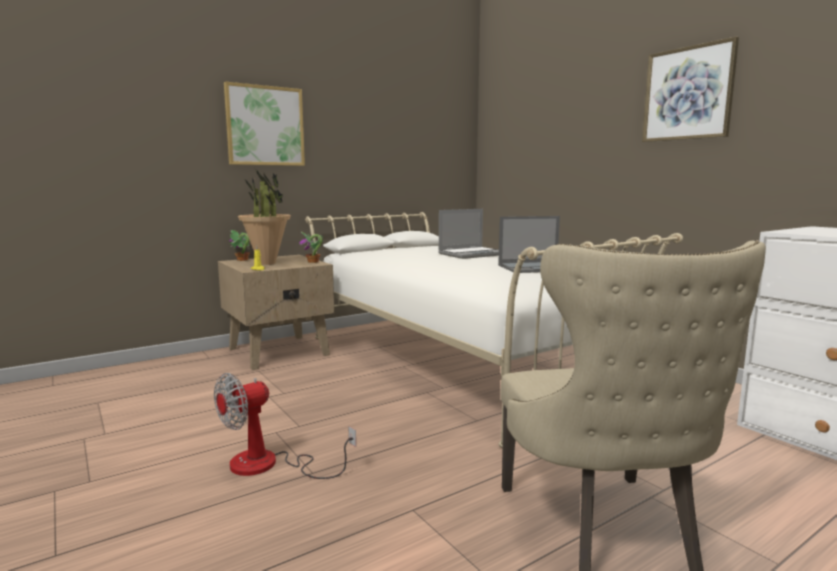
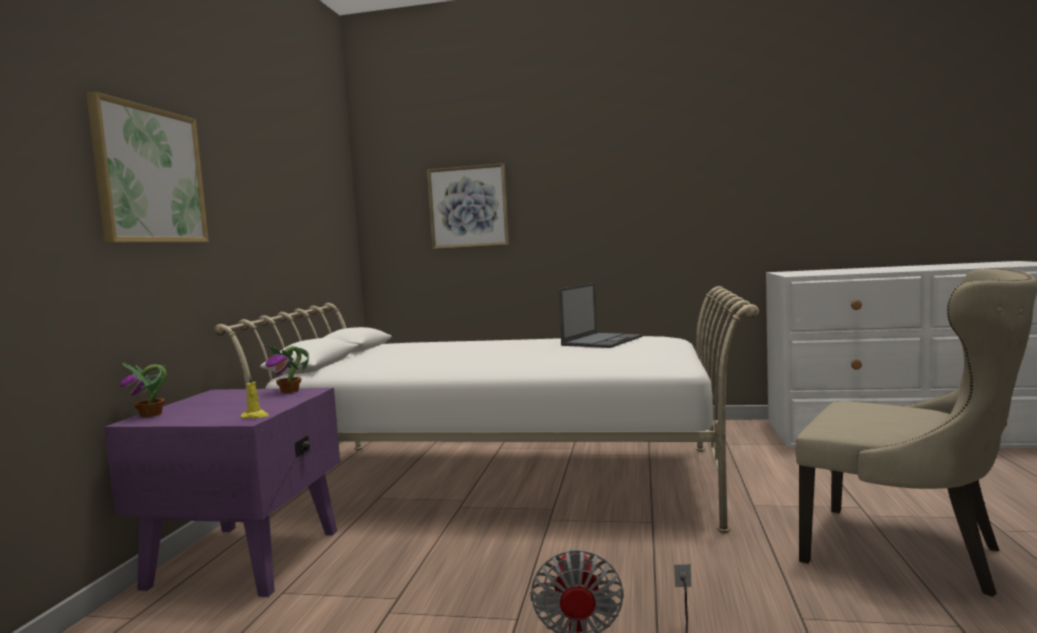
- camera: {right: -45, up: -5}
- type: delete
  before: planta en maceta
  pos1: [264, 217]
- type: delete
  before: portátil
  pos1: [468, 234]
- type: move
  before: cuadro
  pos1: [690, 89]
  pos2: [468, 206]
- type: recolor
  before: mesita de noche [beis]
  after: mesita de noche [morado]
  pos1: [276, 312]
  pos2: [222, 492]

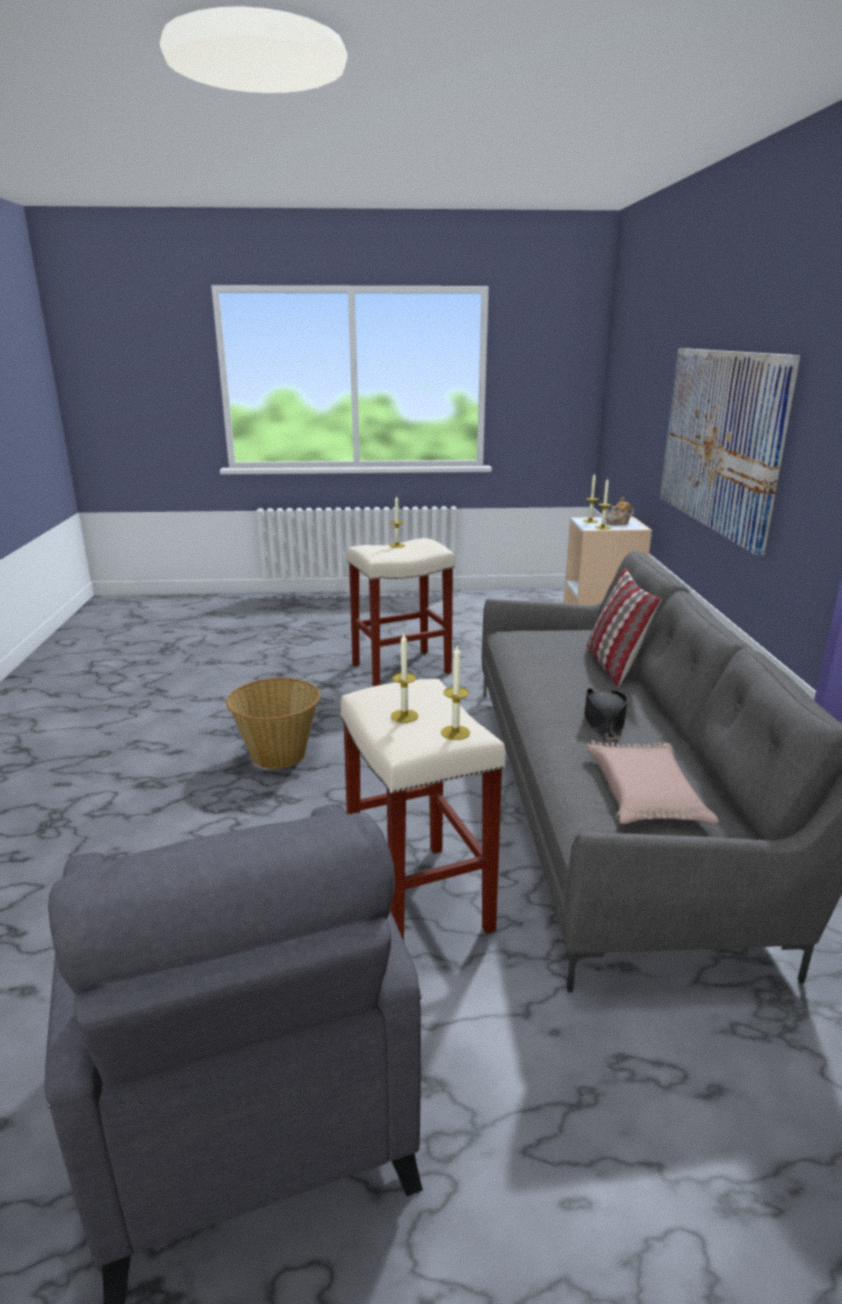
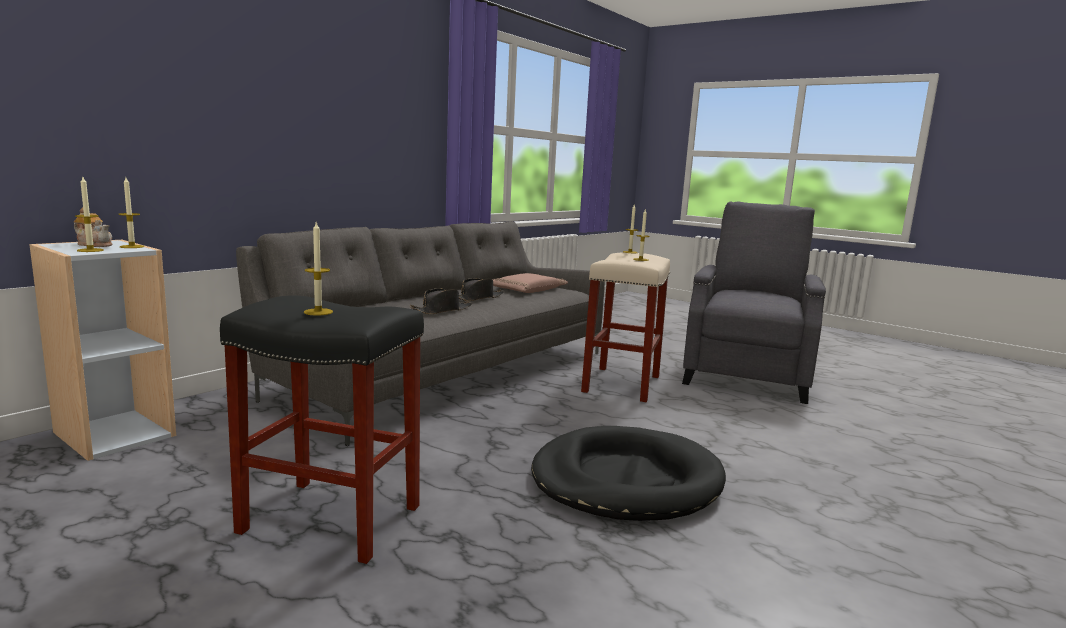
- camera: {right: -140, up: -10}
- type: delete
  before: cojín
  pos1: [623, 627]
- type: delete
  before: cuadro
  pos1: [730, 451]
- type: insert
  after: sombrero [negro]
  pos2: [441, 301]
- type: replace
  before: cesta
  after: cama para perro [negro]
  pos1: [273, 723]
  pos2: [628, 473]
- type: recolor
  before: taburete [beis]
  after: taburete [negro]
  pos1: [401, 612]
  pos2: [322, 429]

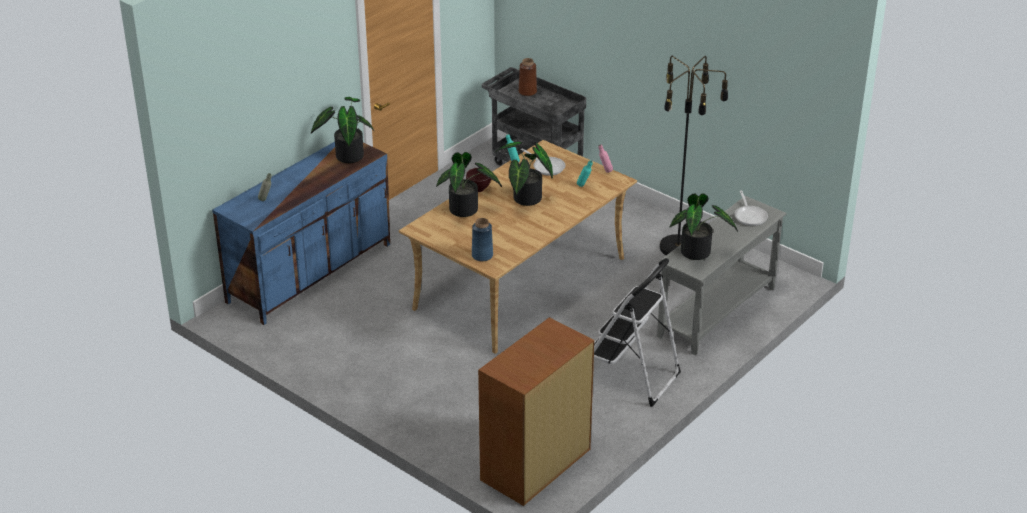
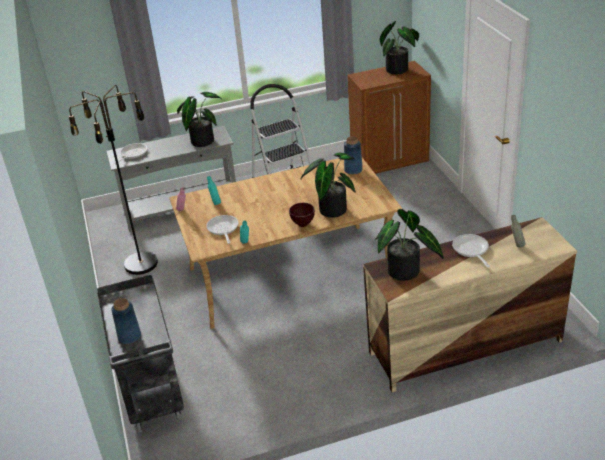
- camera: {right: -145, up: 0}
- type: insert
  after: sartén
  pos2: [471, 250]
- type: move
  before: planta en maceta
  pos1: [524, 174]
  pos2: [399, 47]
- type: recolor
  before: armario [azul]
  after: armario [beis]
  pos1: [301, 233]
  pos2: [470, 304]
- type: recolor
  before: florero [marrón]
  after: florero [azul]
  pos1: [528, 77]
  pos2: [126, 321]

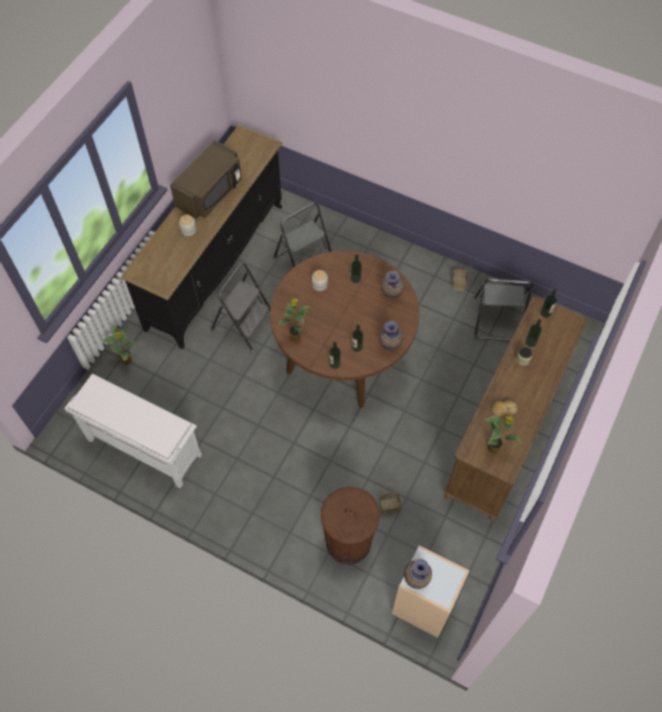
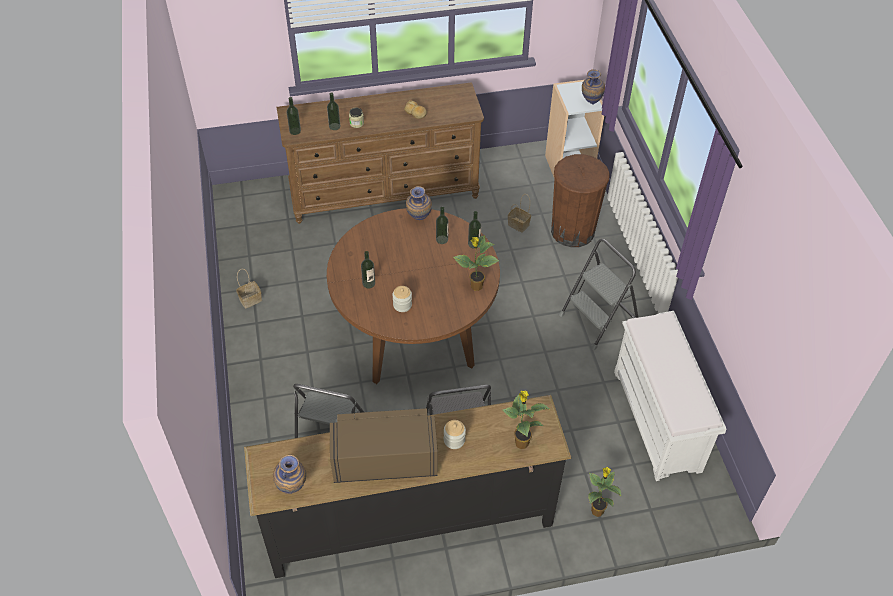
- camera: {right: -130, up: -10}
- type: move
  before: florero
  pos1: [392, 284]
  pos2: [289, 474]
- type: move
  before: escalera de tijera [gris]
  pos1: [503, 310]
  pos2: [598, 294]
- type: move
  before: planta en maceta
  pos1: [503, 434]
  pos2: [525, 420]

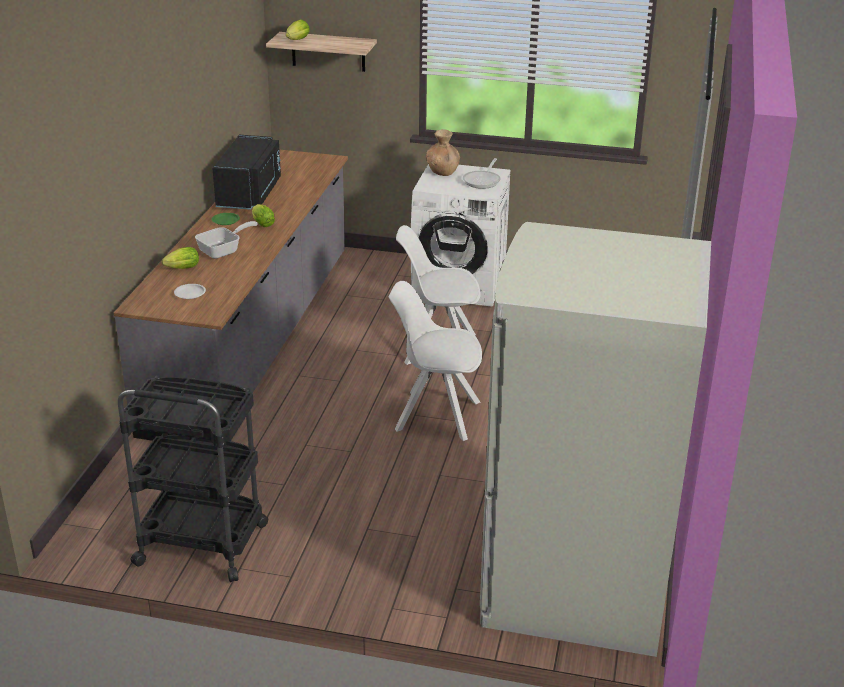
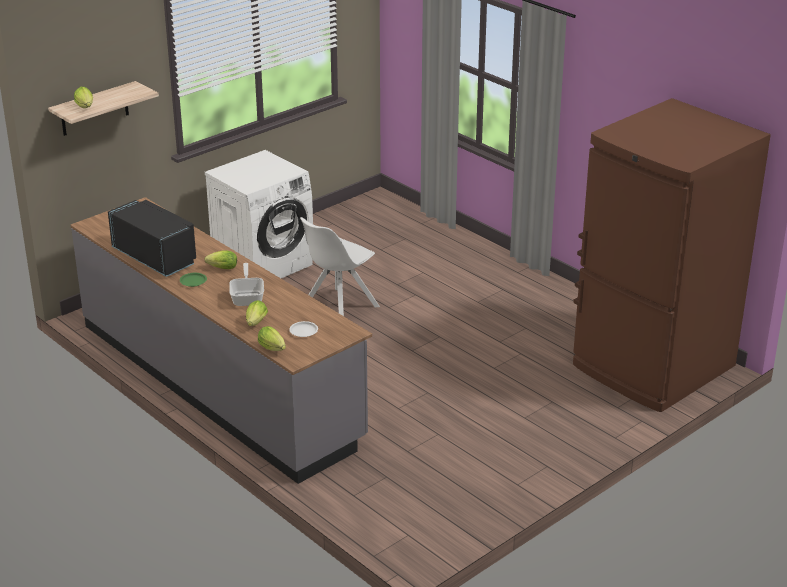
- camera: {right: -55, up: 0}
- type: delete
  before: carrito [negro]
  pos1: [193, 479]
- type: delete
  before: silla [blanco]
  pos1: [435, 361]
- type: delete
  before: florero [marrón]
  pos1: [443, 152]
- type: delete
  before: sartén
  pos1: [482, 173]
- type: insert
  after: lechuga
  pos2: [272, 338]
- type: recolor
  before: nevera [blanco]
  after: nevera [marrón]
  pos1: [595, 439]
  pos2: [672, 255]

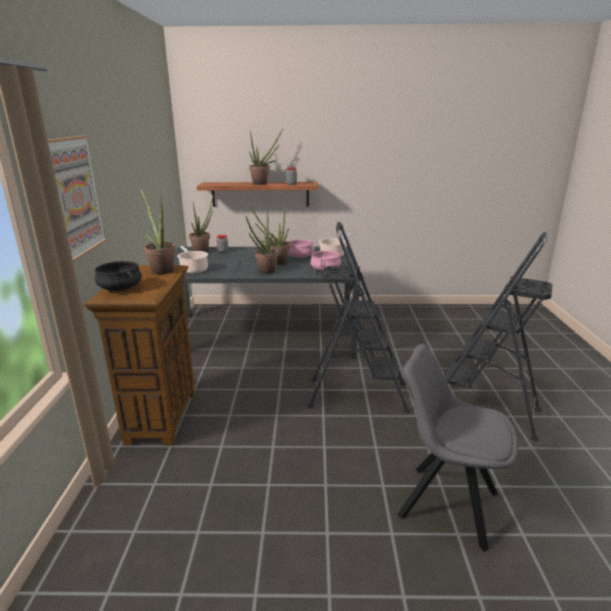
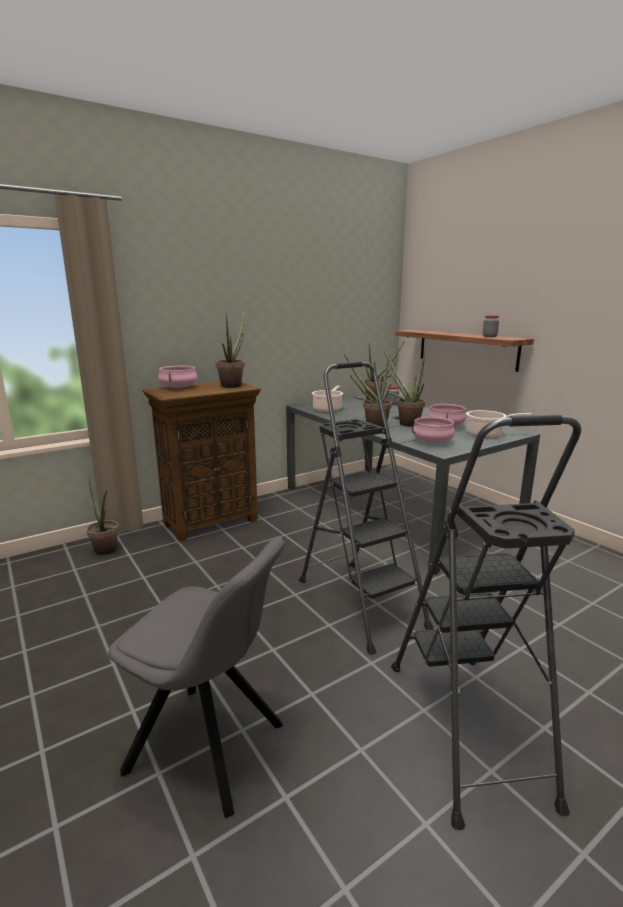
- camera: {right: 55, up: -5}
- type: delete
  before: cuadro
  pos1: [77, 199]
- type: move
  before: planta en maceta
  pos1: [266, 157]
  pos2: [103, 517]
- type: recolor
  before: olla [negro]
  after: olla [rosa]
  pos1: [118, 276]
  pos2: [177, 377]
- type: rotate
  before: silla [gris]
  pos1: [457, 447]
  pos2: [196, 677]
  turn: 120

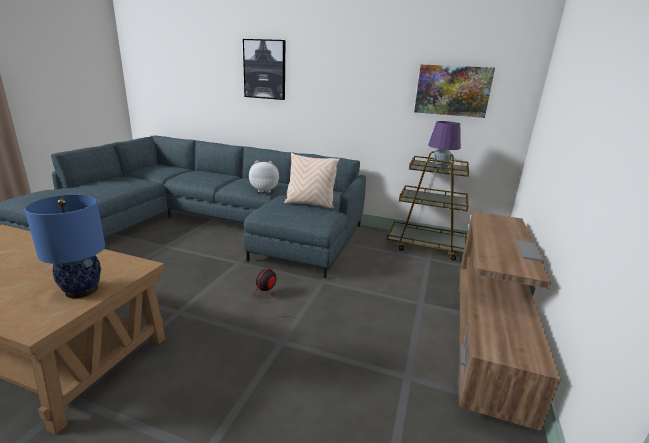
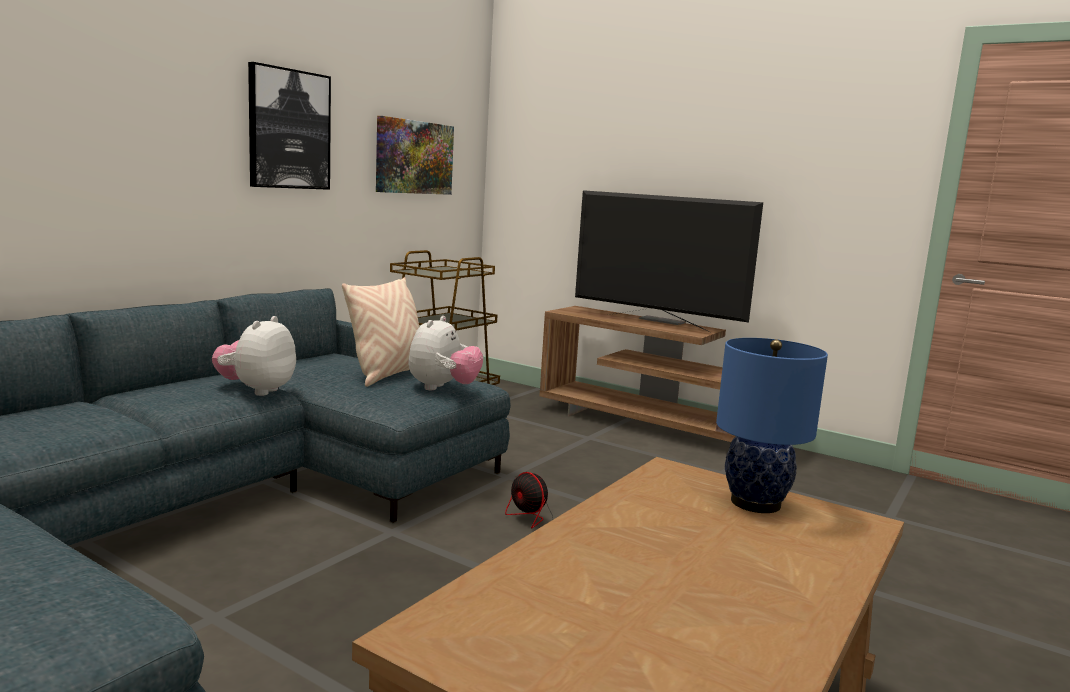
- camera: {right: -75, up: -10}
- type: delete
  before: lámpara de mesa [morado]
  pos1: [444, 146]
- type: insert
  after: peluche
  pos2: [445, 353]
- type: insert
  after: televisor
  pos2: [669, 261]
- type: move
  before: cuadro
  pos1: [264, 69]
  pos2: [289, 126]

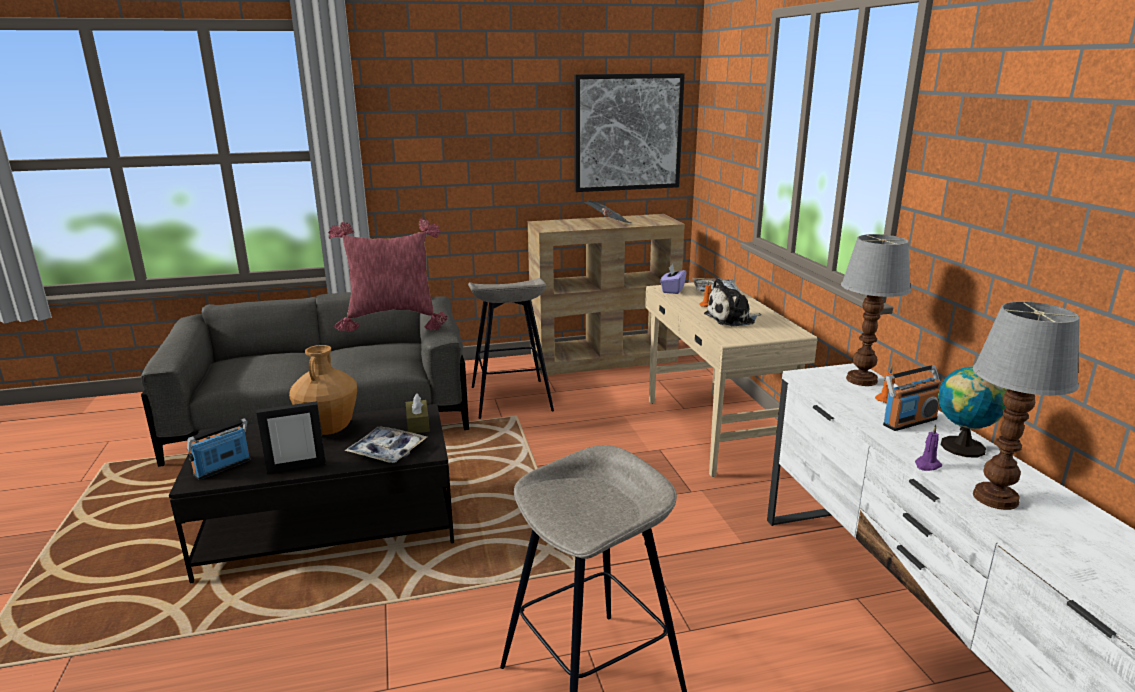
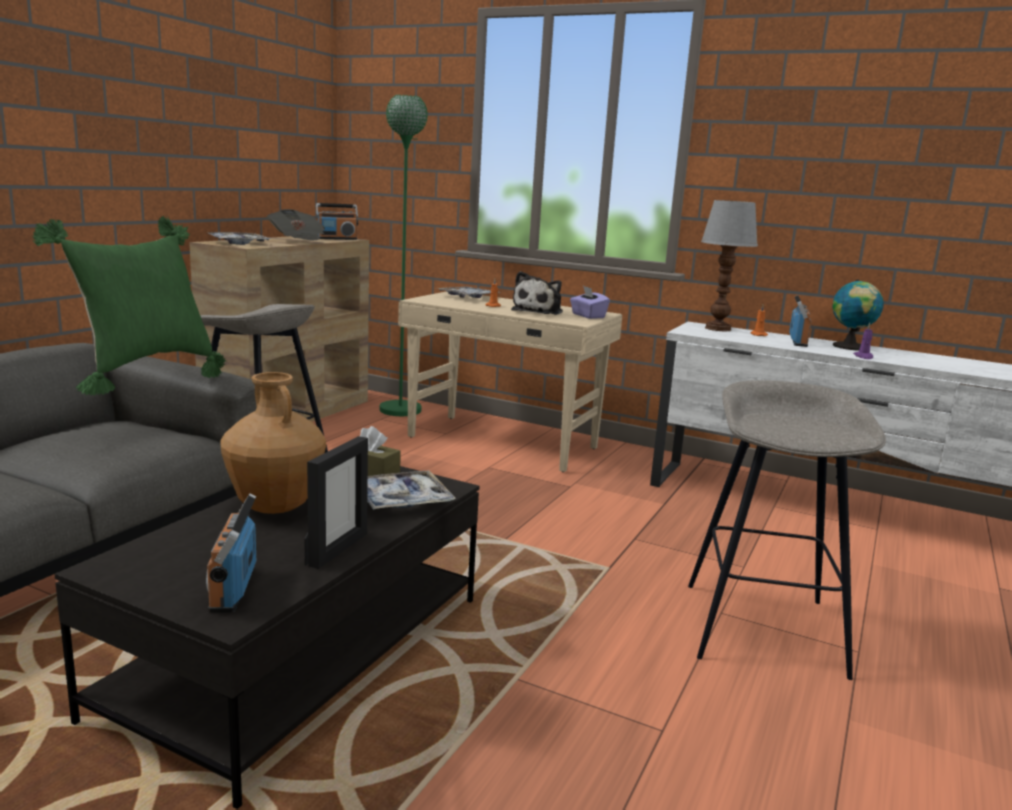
- camera: {right: -50, up: -5}
- type: delete
  before: cuadro
  pos1: [629, 132]
- type: delete
  before: lámpara de mesa
  pos1: [1026, 406]
- type: insert
  after: bandeja
  pos2: [238, 238]
- type: insert
  after: radio
  pos2: [337, 221]
- type: insert
  after: lámpara de pie [verde]
  pos2: [403, 255]
- type: move
  before: caja de pañuelos [morado]
  pos1: [673, 279]
  pos2: [590, 302]
- type: recolor
  before: cojín [rojo]
  after: cojín [verde]
  pos1: [388, 275]
  pos2: [130, 306]

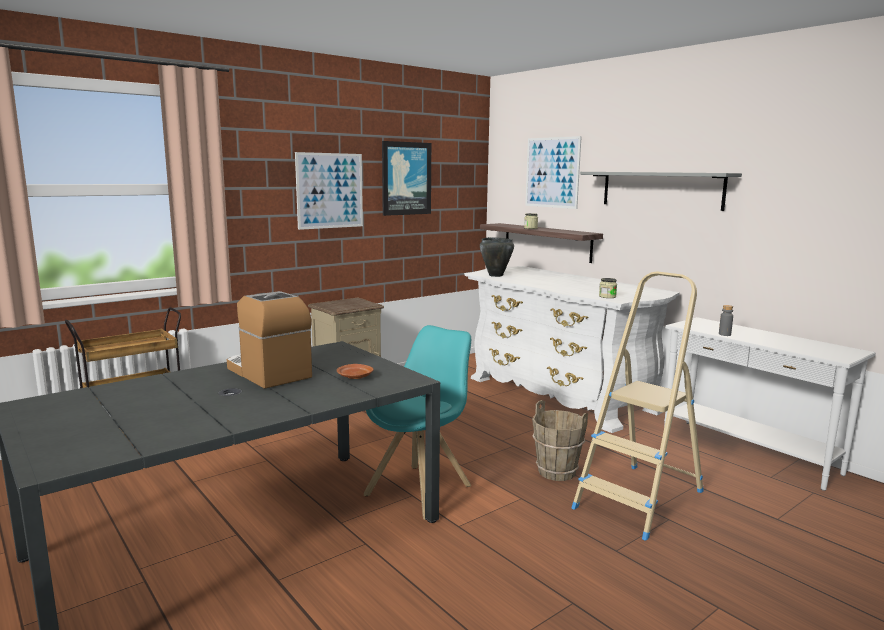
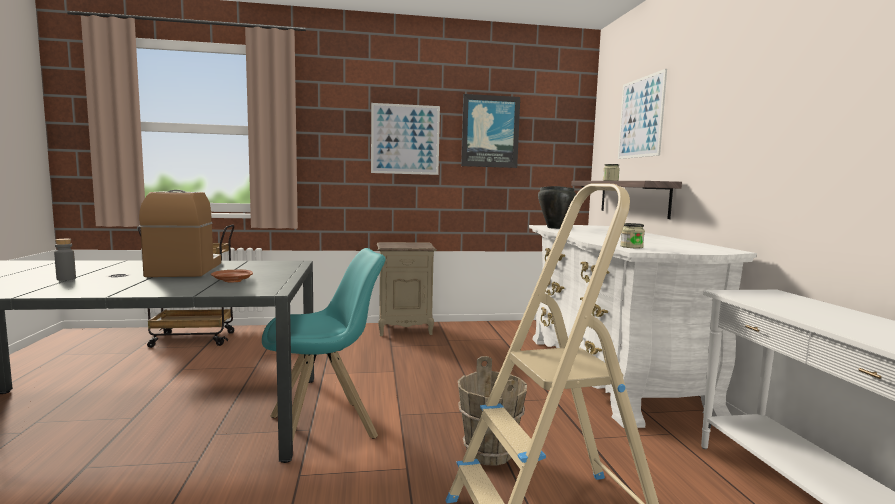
- camera: {right: 30, up: -5}
- type: delete
  before: estante [gris]
  pos1: [661, 191]
- type: move
  before: botella [gris]
  pos1: [726, 320]
  pos2: [65, 260]

